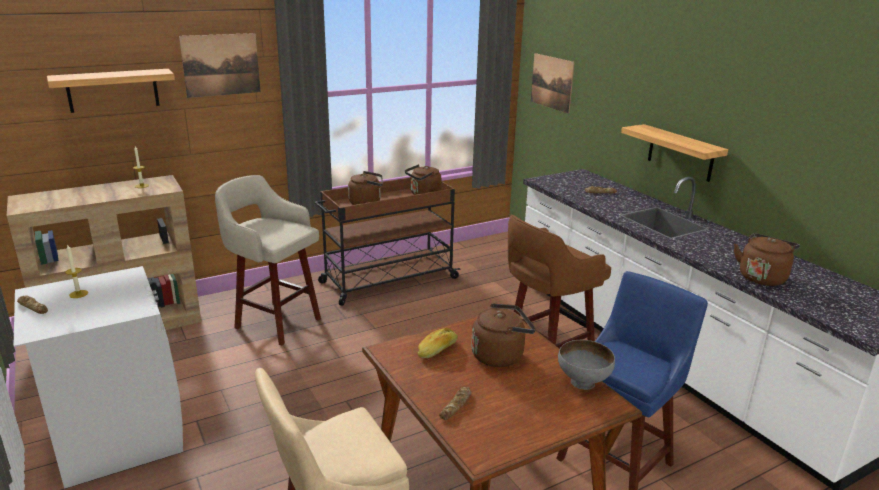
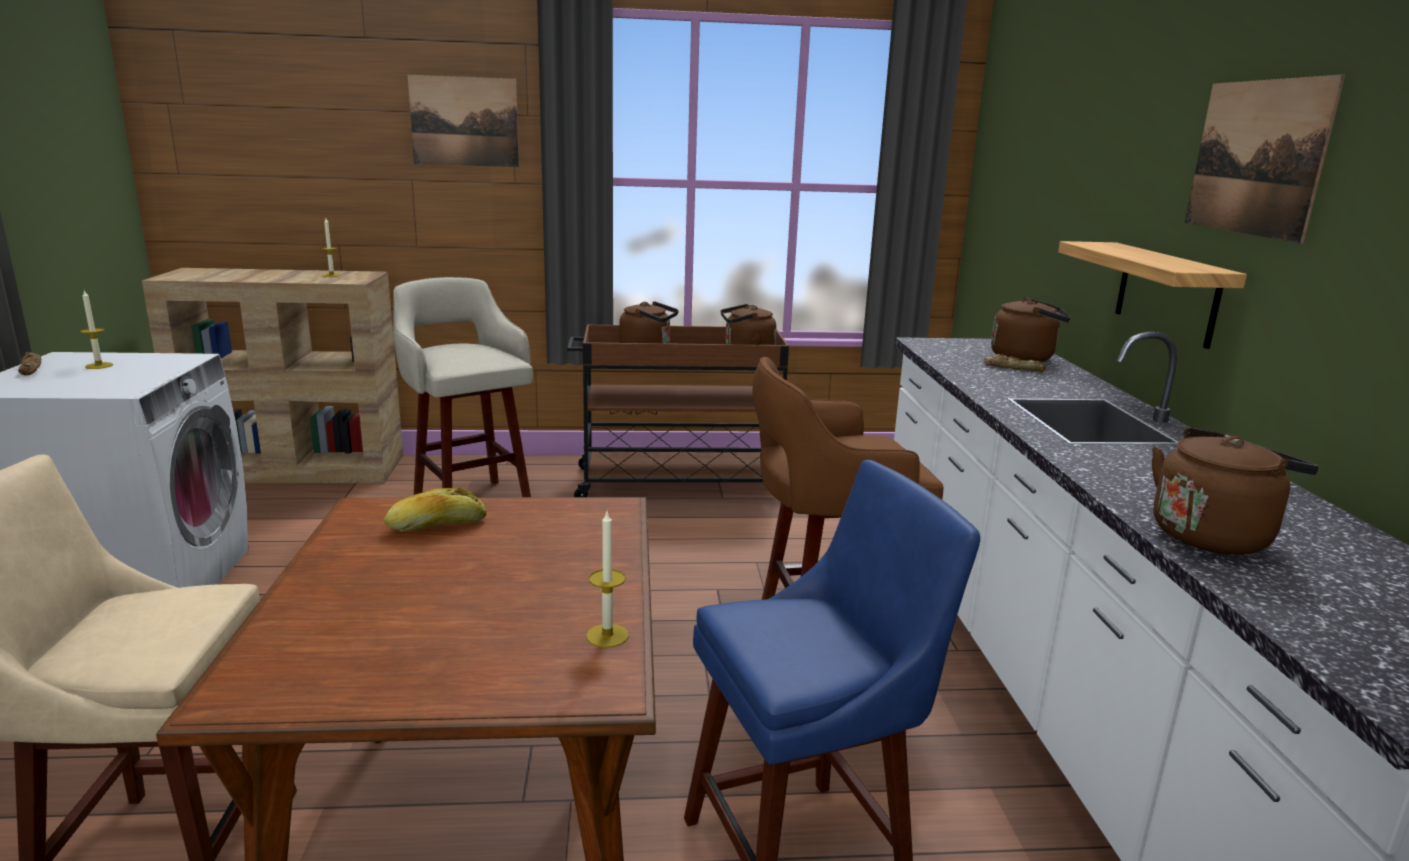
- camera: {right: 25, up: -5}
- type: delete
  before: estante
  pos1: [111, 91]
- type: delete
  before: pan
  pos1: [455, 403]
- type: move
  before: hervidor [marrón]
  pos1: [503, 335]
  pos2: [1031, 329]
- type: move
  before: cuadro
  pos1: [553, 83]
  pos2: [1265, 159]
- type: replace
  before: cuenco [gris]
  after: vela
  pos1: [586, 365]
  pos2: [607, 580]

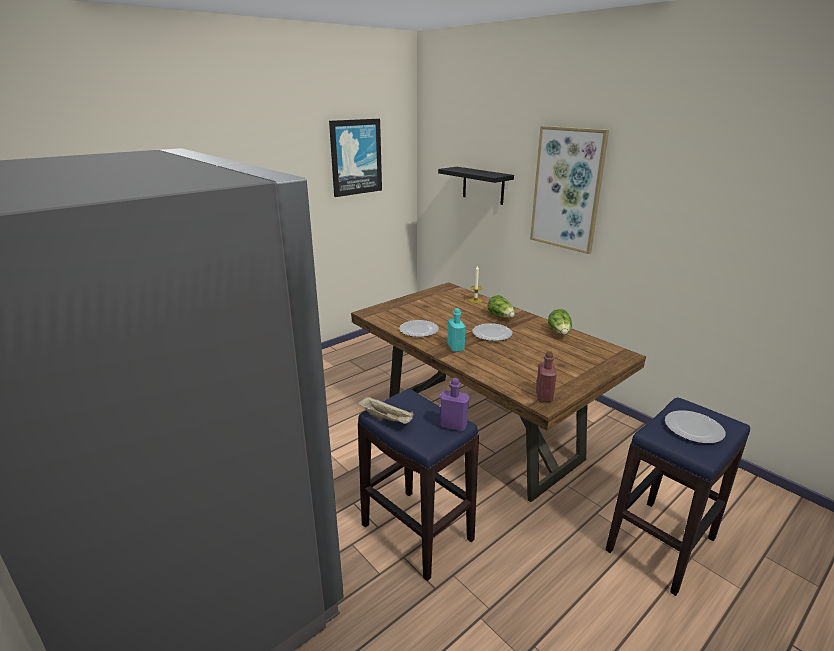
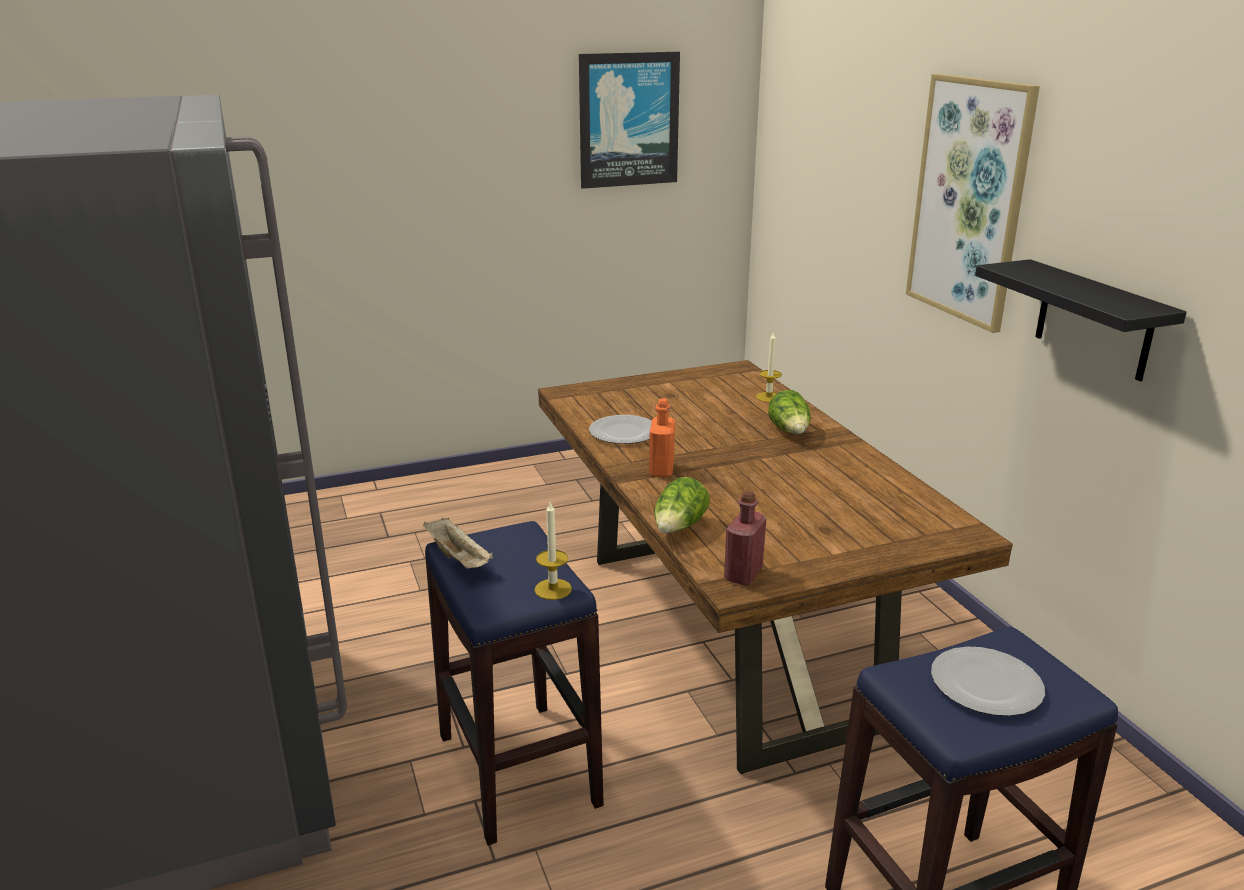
- camera: {right: 20, up: 0}
- type: delete
  before: plato
  pos1: [492, 332]
- type: move
  before: estante [negro]
  pos1: [476, 186]
  pos2: [1081, 320]
- type: move
  before: lechuga
  pos1: [560, 322]
  pos2: [682, 505]
- type: replace
  before: botella [morado]
  after: vela
  pos1: [455, 404]
  pos2: [553, 551]
- type: recolor
  before: botella [turquesa]
  after: botella [naranja]
  pos1: [457, 330]
  pos2: [662, 437]

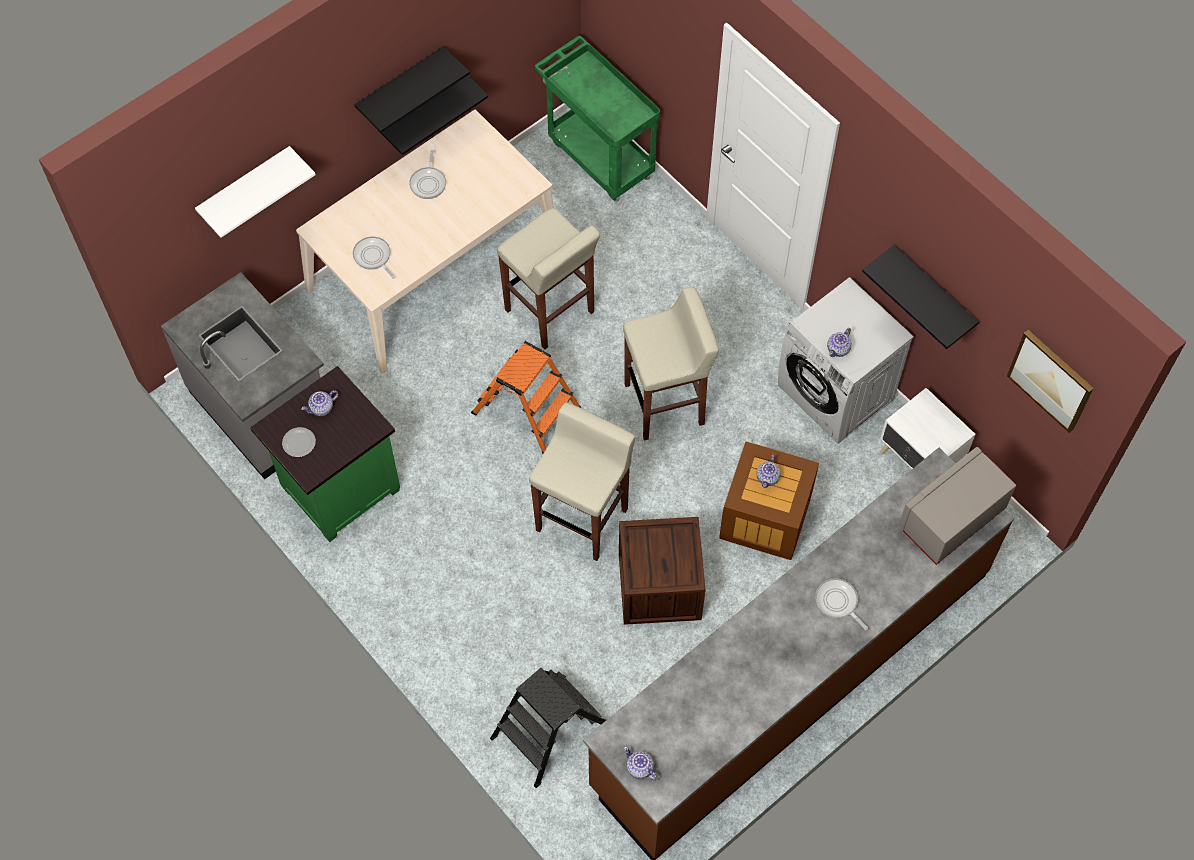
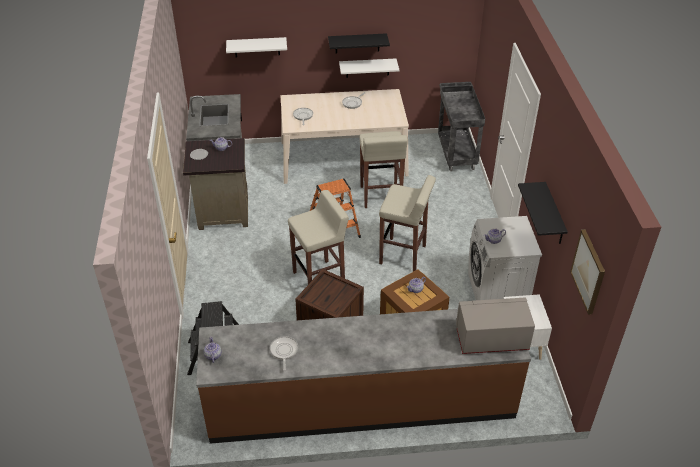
- camera: {right: 35, up: -20}
- type: move
  before: sartén
  pos1: [841, 604]
  pos2: [284, 353]
- type: recolor
  before: armario [verde]
  after: armario [beis]
  pos1: [325, 454]
  pos2: [215, 184]
- type: recolor
  before: estante [negro]
  after: estante [blanco]
  pos1: [434, 115]
  pos2: [369, 68]
- type: recolor
  before: carrito [verde]
  after: carrito [gris]
  pos1: [597, 119]
  pos2: [461, 126]

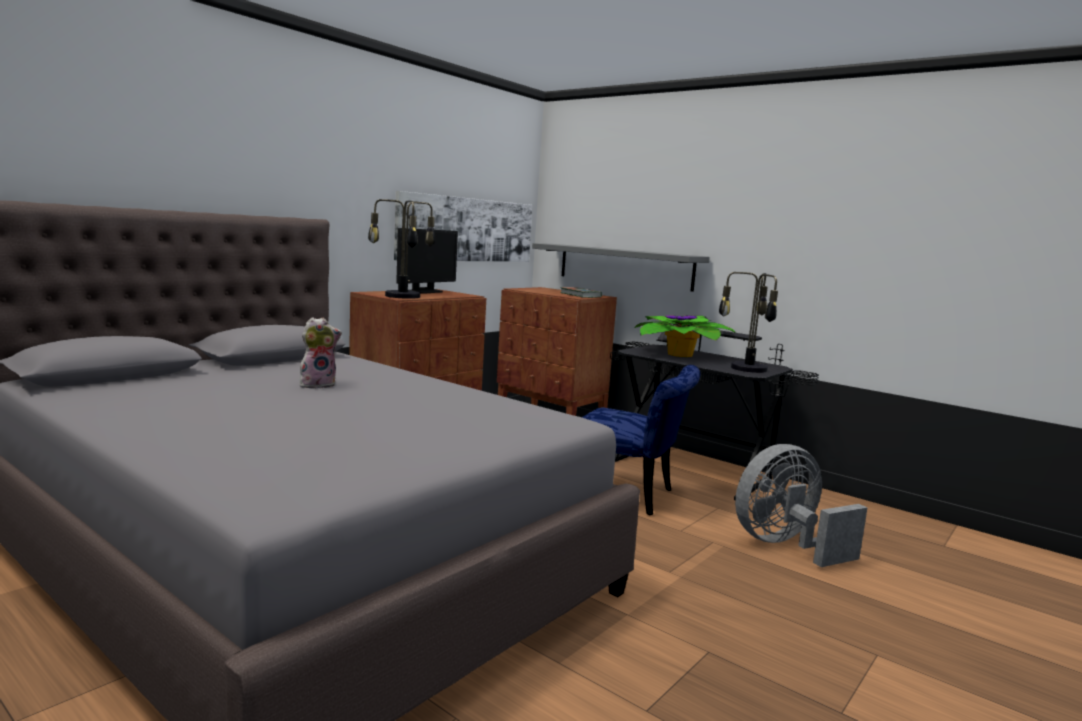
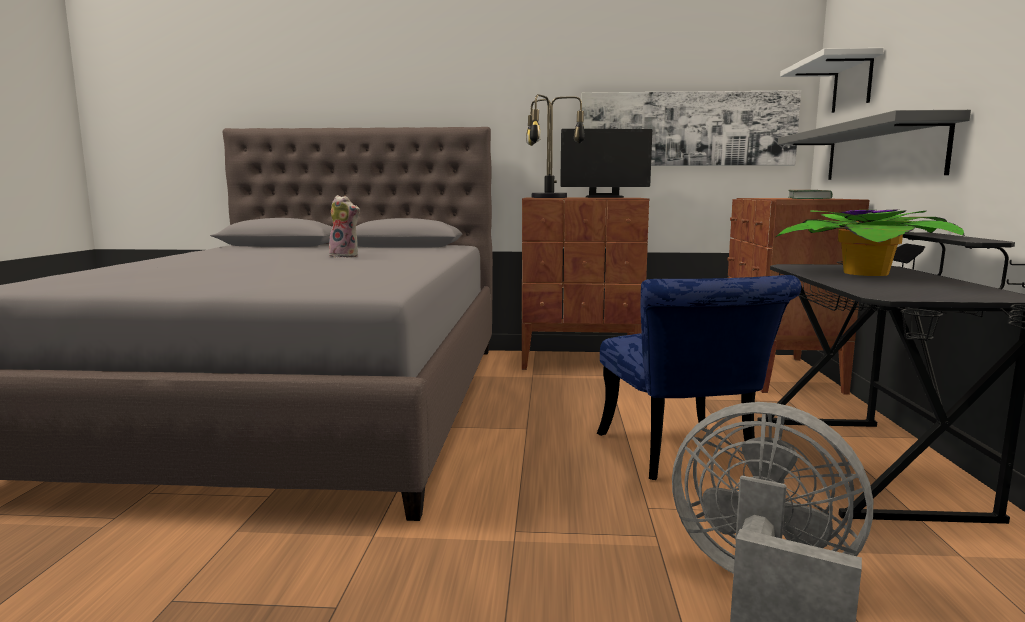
- camera: {right: 55, up: 0}
- type: delete
  before: lámpara de mesa
  pos1: [748, 322]
- type: insert
  after: estante [blanco]
  pos2: [832, 80]

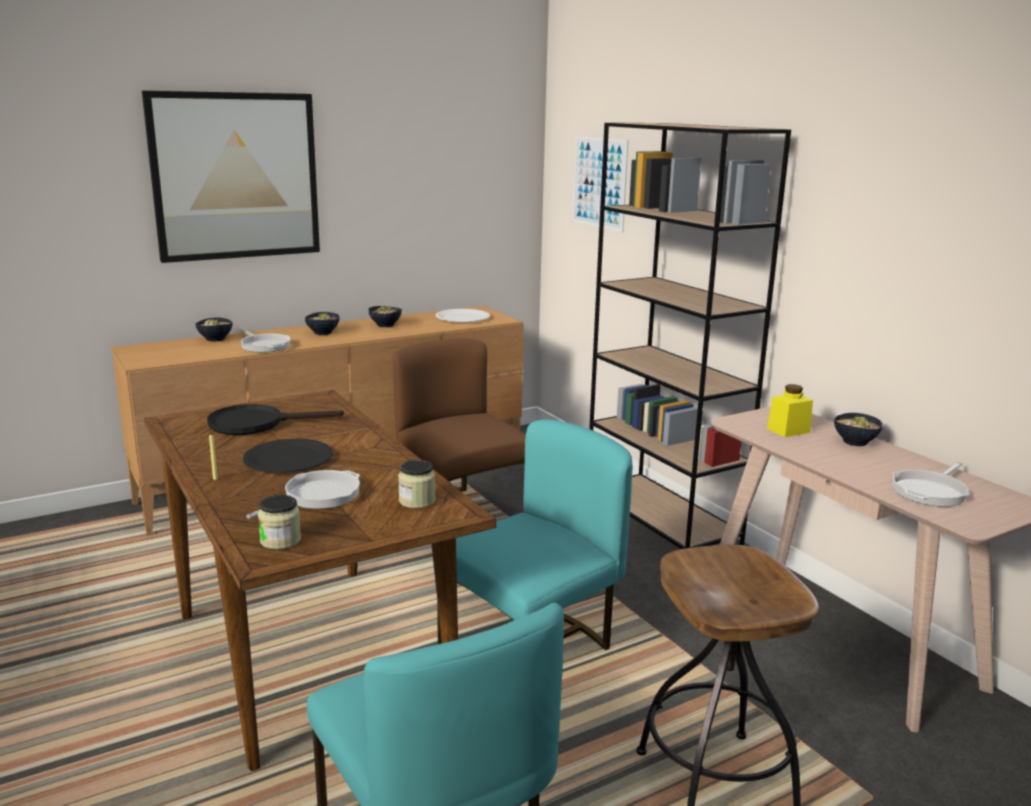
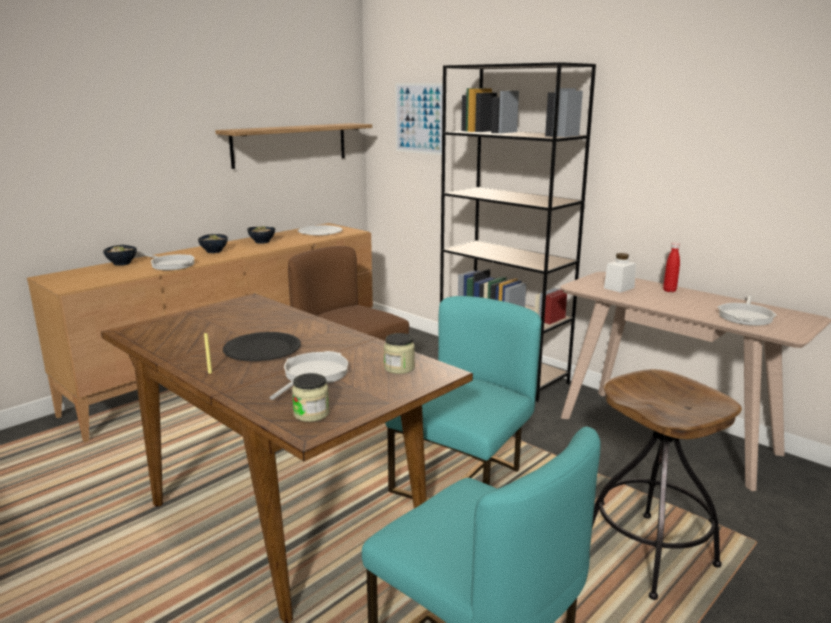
- camera: {right: -15, up: 0}
- type: delete
  before: cuadro
  pos1: [231, 177]
- type: delete
  before: sartén [negro]
  pos1: [275, 419]
- type: insert
  after: estante
  pos2: [293, 146]
- type: replace
  before: cuenco
  after: botella [rojo]
  pos1: [858, 429]
  pos2: [671, 267]
- type: recolor
  before: tarro [amarillo]
  after: tarro [blanco]
  pos1: [790, 410]
  pos2: [620, 273]

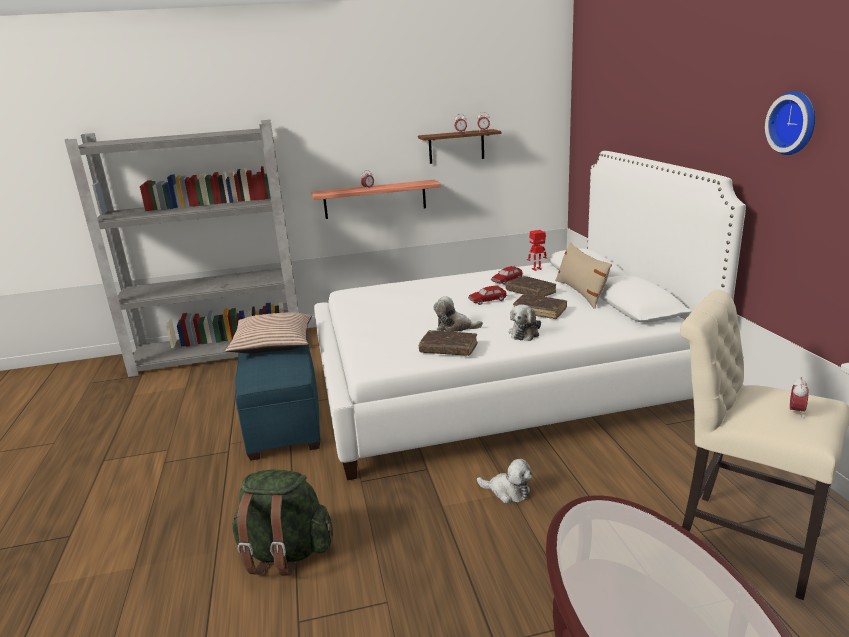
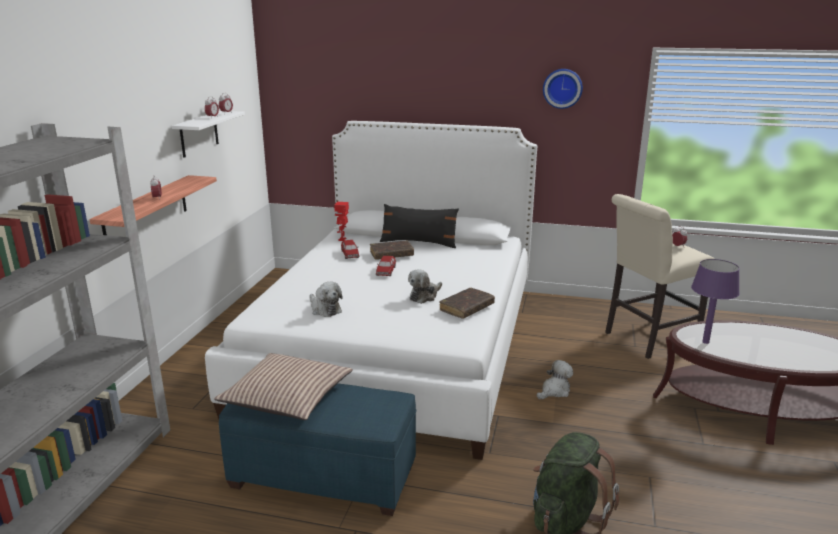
- camera: {right: -65, up: 0}
- type: delete
  before: libro [marrón]
  pos1: [540, 306]
- type: insert
  after: lámpara de mesa [morado]
  pos2: [715, 301]
- type: move
  before: peluche
  pos1: [525, 322]
  pos2: [326, 299]
- type: recolor
  before: estante [marrón]
  after: estante [blanco]
  pos1: [459, 146]
  pos2: [208, 134]
- type: recolor
  before: cojín [beis]
  after: cojín [negro]
  pos1: [583, 275]
  pos2: [419, 226]

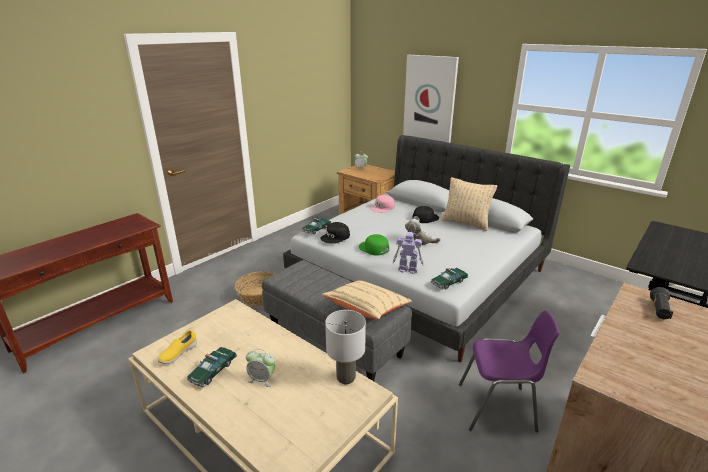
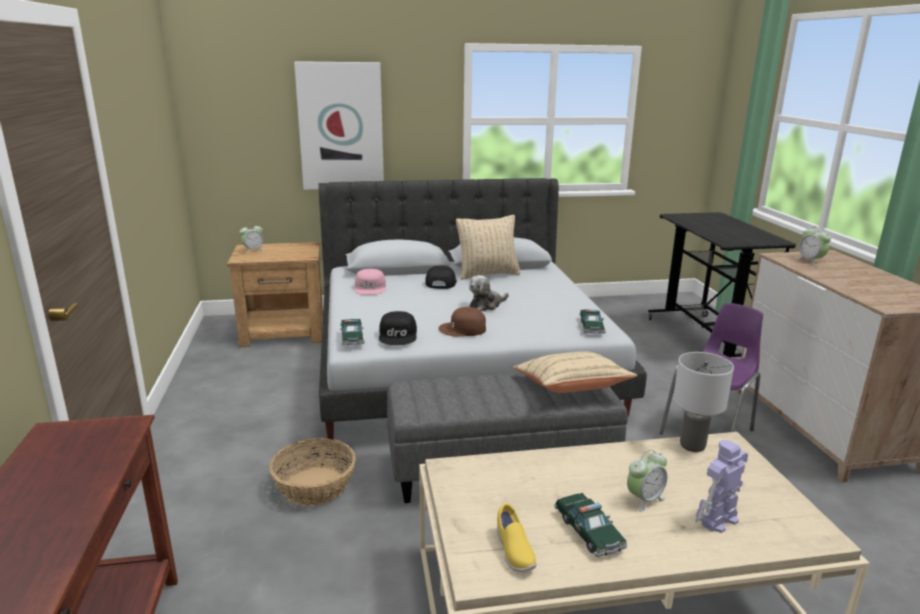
- camera: {right: -50, up: -5}
- type: move
  before: robot de juguete
  pos1: [408, 253]
  pos2: [721, 486]
- type: replace
  before: linterna [negro]
  after: despertador
  pos1: [661, 303]
  pos2: [813, 245]
- type: recolor
  before: gorra [verde]
  after: gorra [marrón]
  pos1: [374, 245]
  pos2: [462, 321]

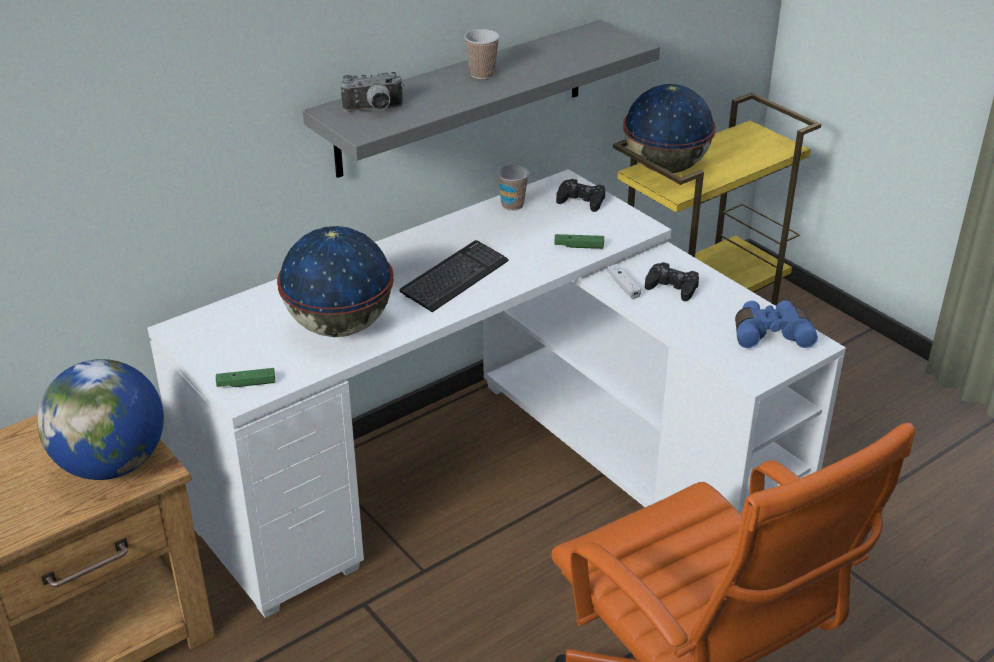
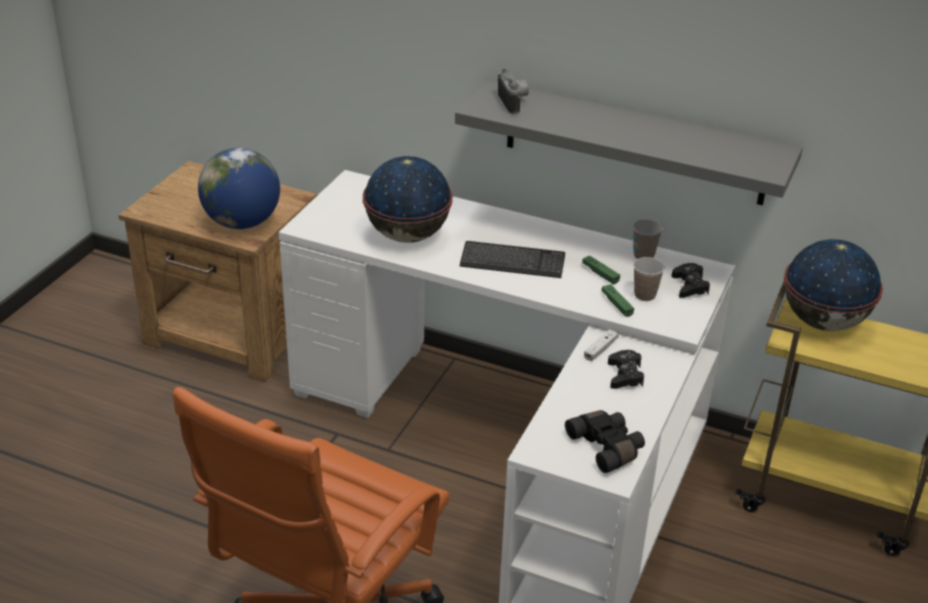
- camera: {right: 60, up: 0}
- type: move
  before: mando de consola [verde]
  pos1: [245, 377]
  pos2: [601, 270]
- type: move
  before: taza
  pos1: [482, 54]
  pos2: [649, 279]
- type: recolor
  before: prismáticos [azul]
  after: prismáticos [negro]
  pos1: [776, 324]
  pos2: [605, 441]
- type: rotate
  before: cámara
  pos1: [372, 92]
  pos2: [513, 91]
  turn: -150

